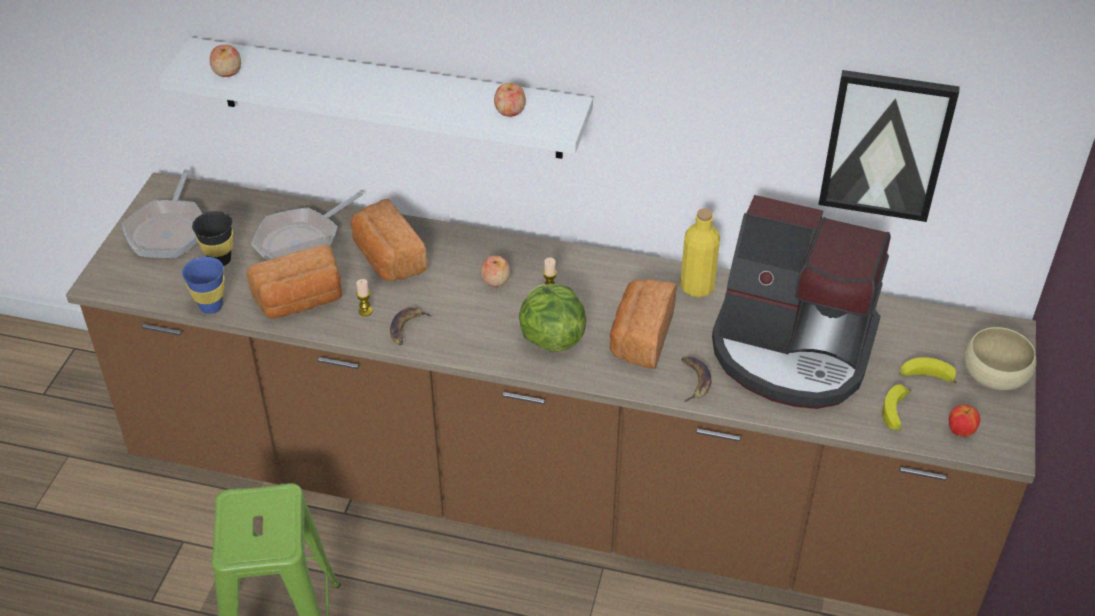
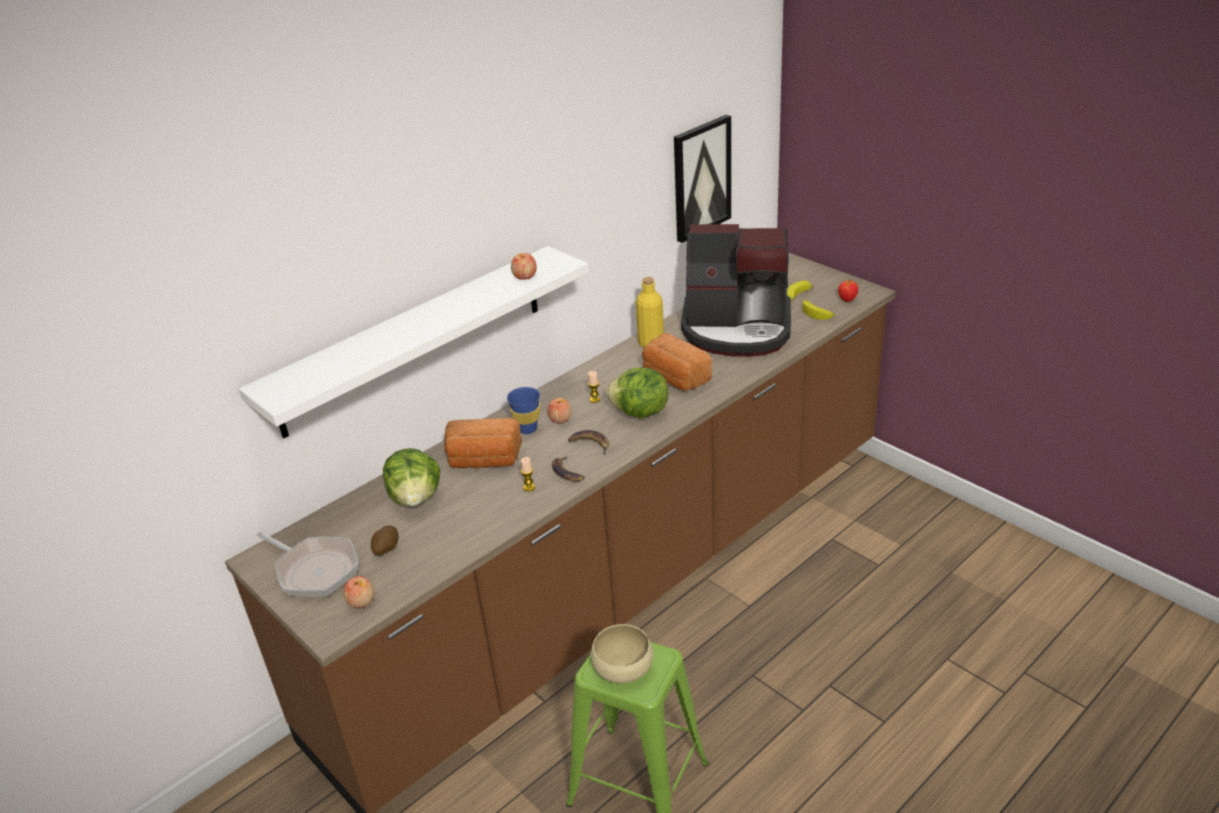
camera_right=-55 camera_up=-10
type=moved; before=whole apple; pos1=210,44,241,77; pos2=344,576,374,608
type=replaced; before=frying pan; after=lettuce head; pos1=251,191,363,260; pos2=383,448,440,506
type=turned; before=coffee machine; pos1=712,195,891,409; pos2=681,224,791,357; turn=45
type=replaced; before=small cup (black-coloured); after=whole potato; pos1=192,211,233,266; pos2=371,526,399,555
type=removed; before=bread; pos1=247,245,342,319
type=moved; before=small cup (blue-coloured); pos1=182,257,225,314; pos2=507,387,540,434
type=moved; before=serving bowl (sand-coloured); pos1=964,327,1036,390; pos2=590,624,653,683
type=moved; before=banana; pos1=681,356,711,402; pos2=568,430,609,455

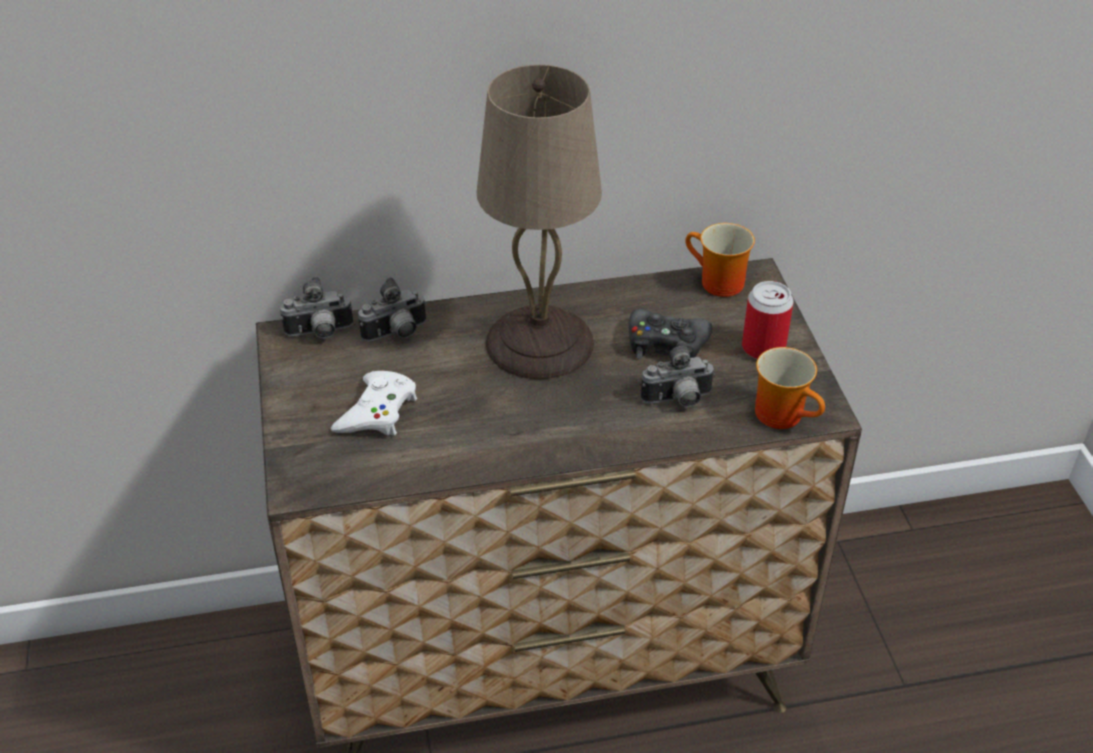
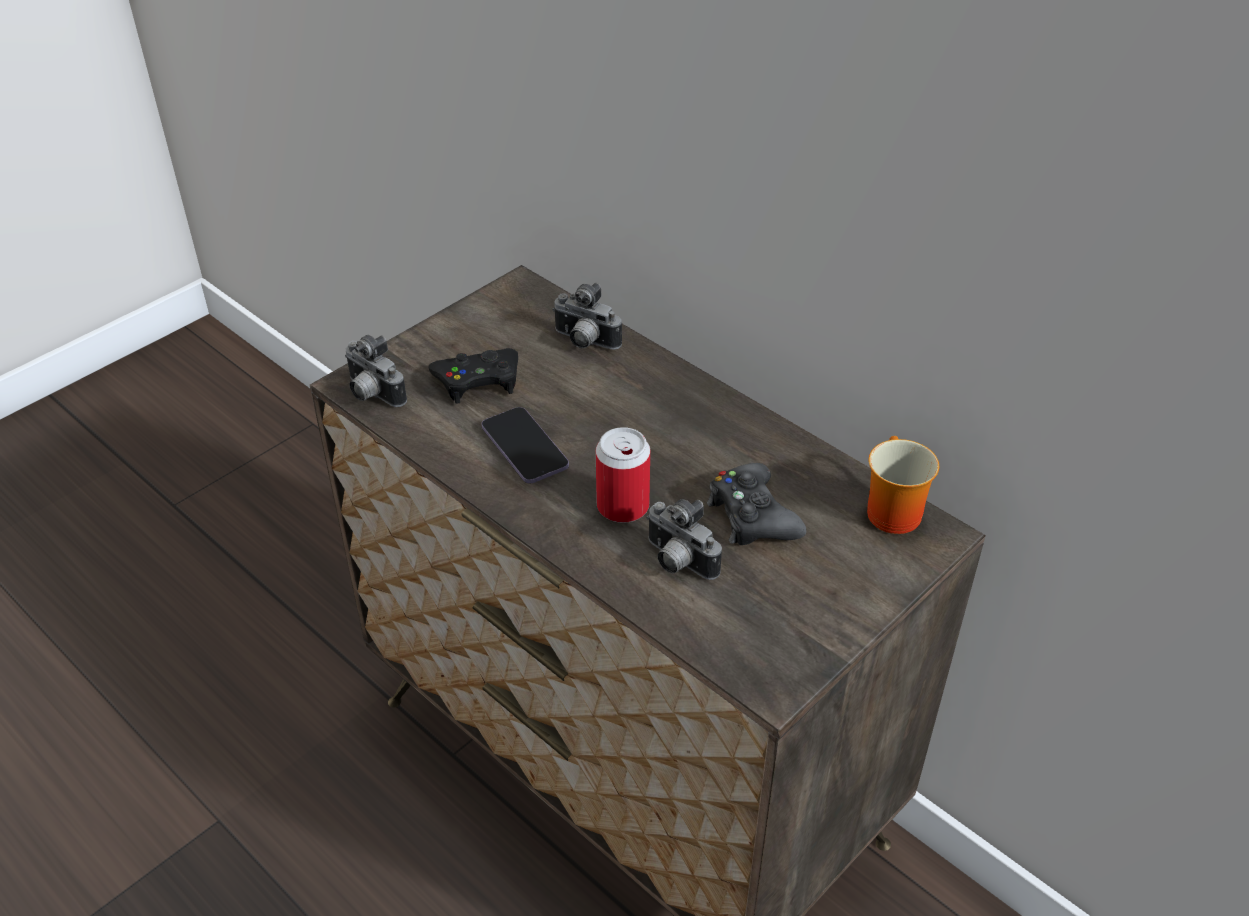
camera_right=55 camera_up=0
type=removed; before=table lamp (sand-coloured); pos1=477,65,602,379
type=moved; before=still camera; pos1=280,276,353,338; pos2=345,335,407,407
type=moved; before=metal can; pos1=742,281,794,359; pos2=596,427,650,523
type=removed; before=tea mug; pos1=755,347,825,429
type=recoloured; before=game controller (white-coloured); after=game controller (black-coloured); pos1=331,371,417,436; pos2=428,348,518,404
type=added; after=telephone; pos2=482,407,569,484

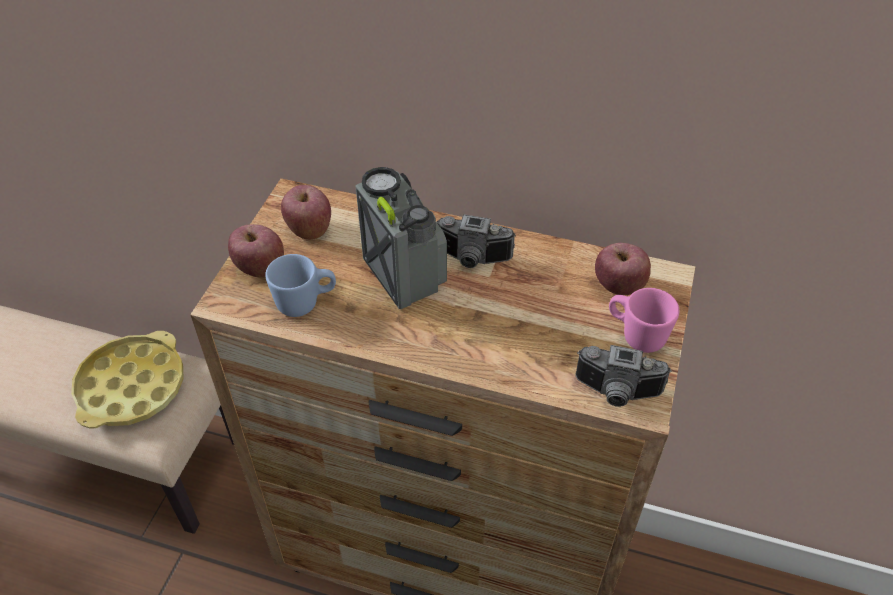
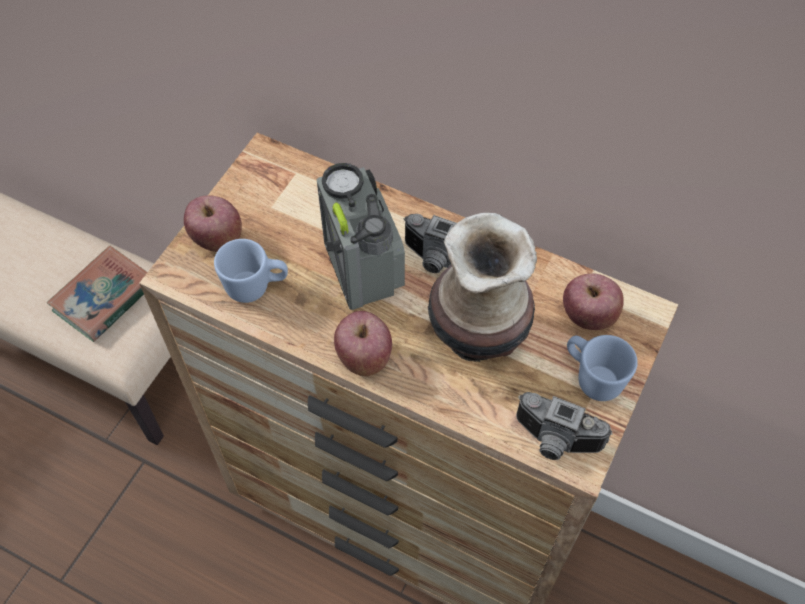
camera_right=10 camera_up=10
type=moved; before=whole apple; pos1=281,185,331,240; pos2=334,311,392,376
type=recoloured; before=tea mug (pinkish); after=tea mug (blue-coloured); pos1=609,288,679,353; pos2=567,335,638,401
type=replaced; before=tray (yellowish); after=book; pos1=71,331,184,429; pos2=47,245,147,342
type=added; after=decorative vase; pos2=428,213,537,362

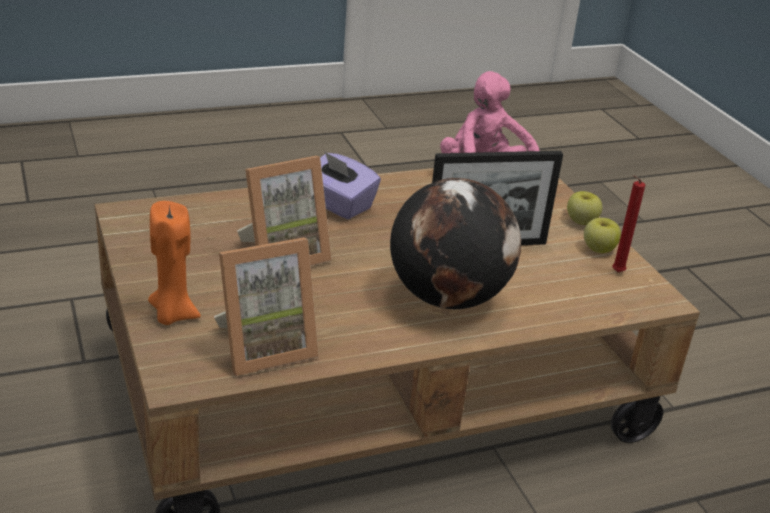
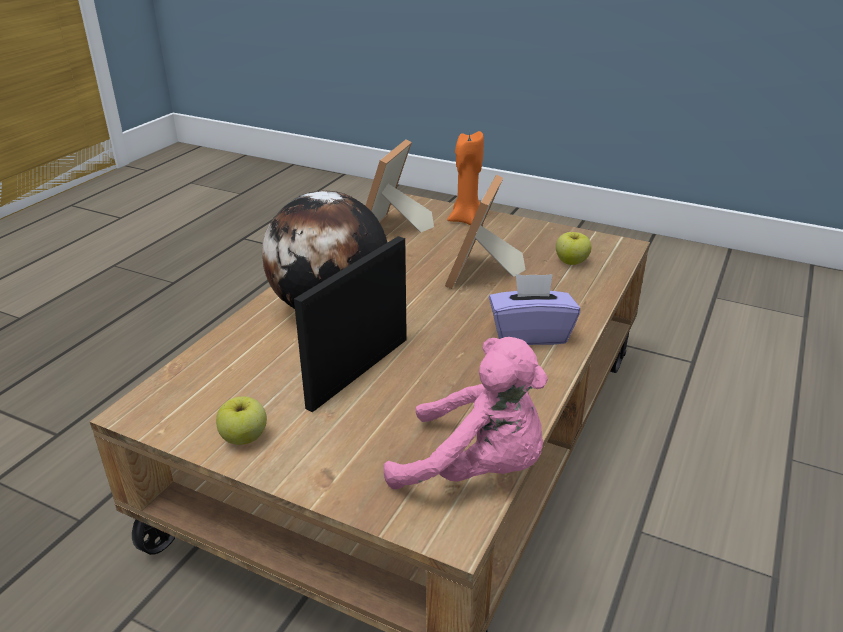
camera_right=140 camera_up=0
type=removed; before=candle (red); pos1=612,175,645,272
type=moved; before=whole apple; pos1=567,191,602,225; pos2=556,232,591,265

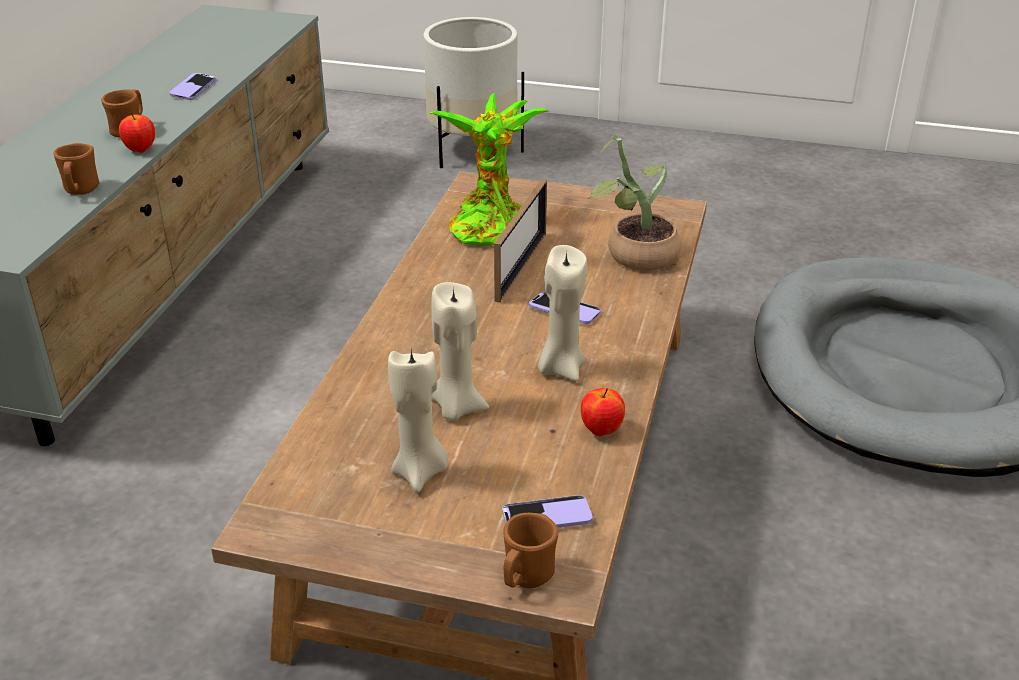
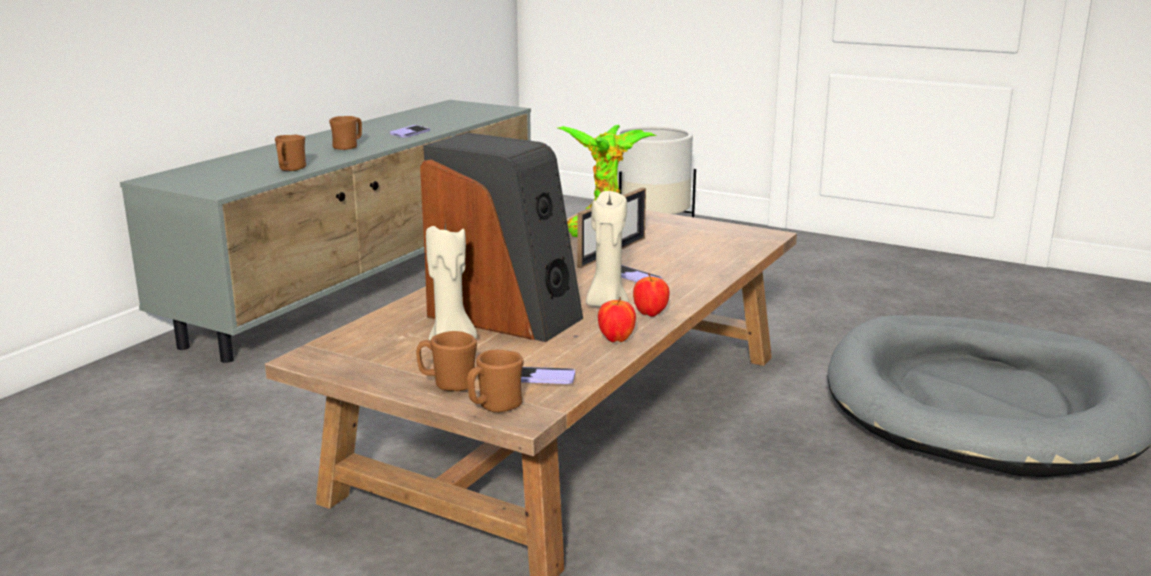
camera_right=15 camera_up=-15
type=moved; before=whole apple; pos1=119,113,155,153; pos2=633,273,670,317
type=removed; before=houseplant; pos1=589,135,681,271
type=replaced; before=candle (sand-coloured); after=loudspeaker; pos1=431,282,489,421; pos2=420,133,583,342
type=added; after=tea mug (brownish); pos2=416,331,477,391

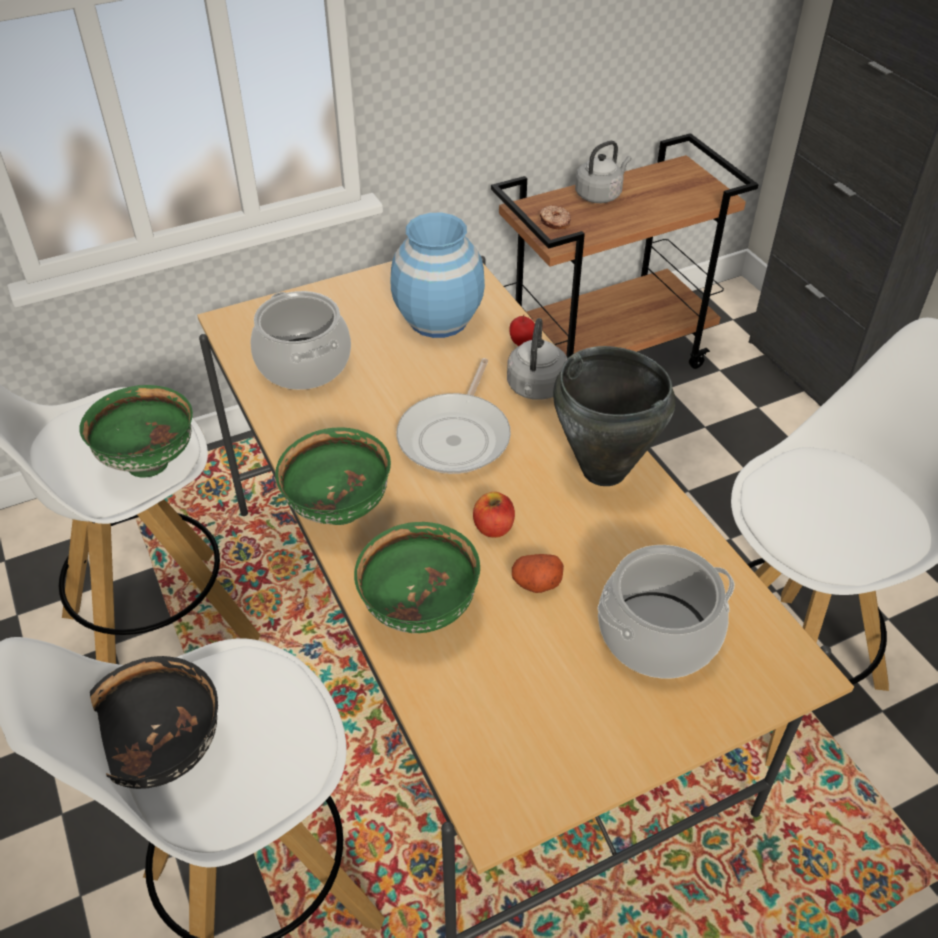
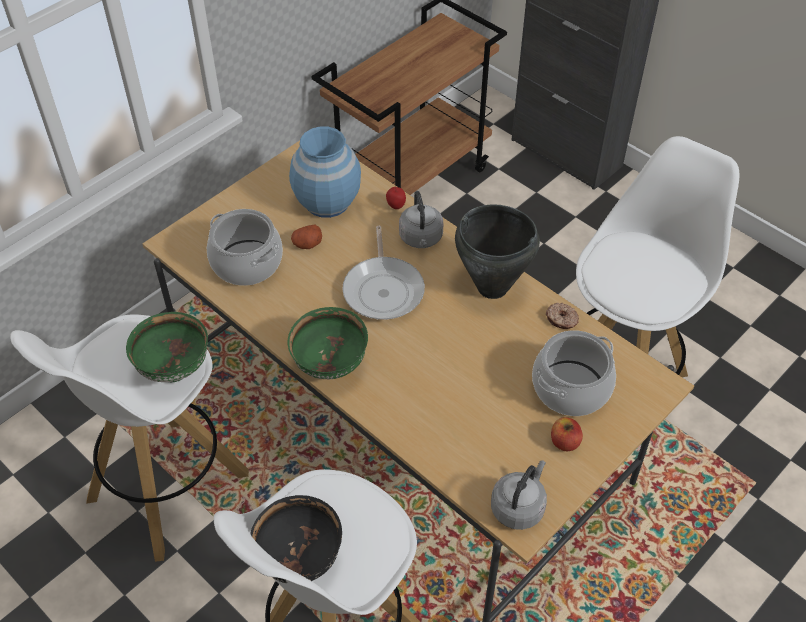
camera_right=-20 camera_up=5
type=moved; before=kettle (grey); pos1=575,141,632,203; pos2=491,460,547,530
type=moved; before=ring doughnut; pos1=539,205,571,230; pos2=546,303,579,329
type=moved; before=whole apple; pos1=473,492,515,538; pos2=551,417,583,451
type=removed; before=serving bowl (green); pos1=354,522,480,633
type=moved; before=whole potato; pos1=512,554,564,593; pos2=291,225,322,249

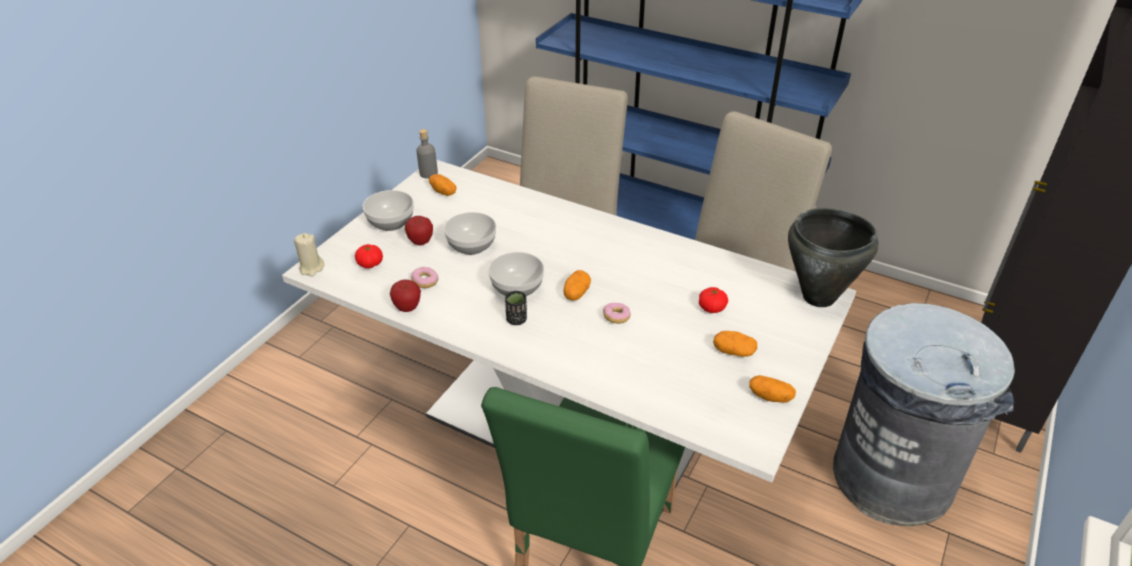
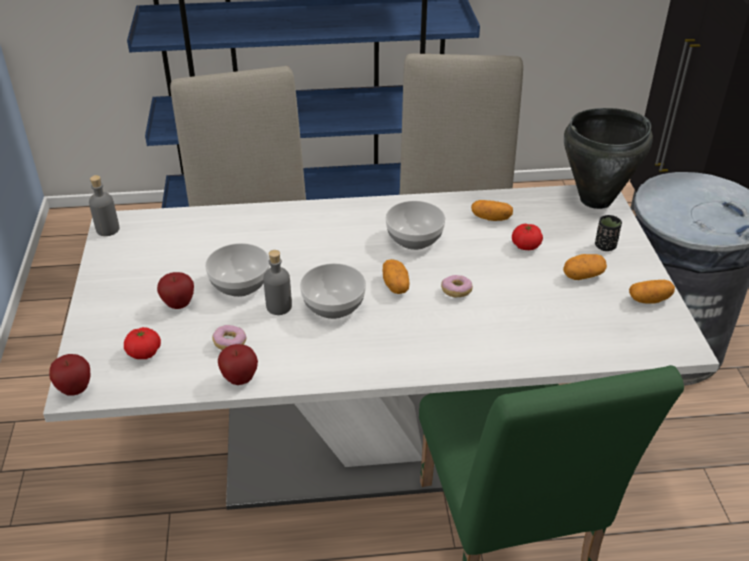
camera_right=-35 camera_up=0
type=moved; before=whole potato; pos1=429,174,456,196; pos2=471,200,513,221
type=moved; before=serving bowl; pos1=363,190,414,231; pos2=386,201,445,250
type=replaced; before=candle (sand-coloured); after=whole apple; pos1=294,233,324,276; pos2=49,354,90,396
type=moved; before=small cup (black-coloured); pos1=505,291,527,325; pos2=595,215,622,251
type=added; after=bottle (grey); pos2=263,250,292,315

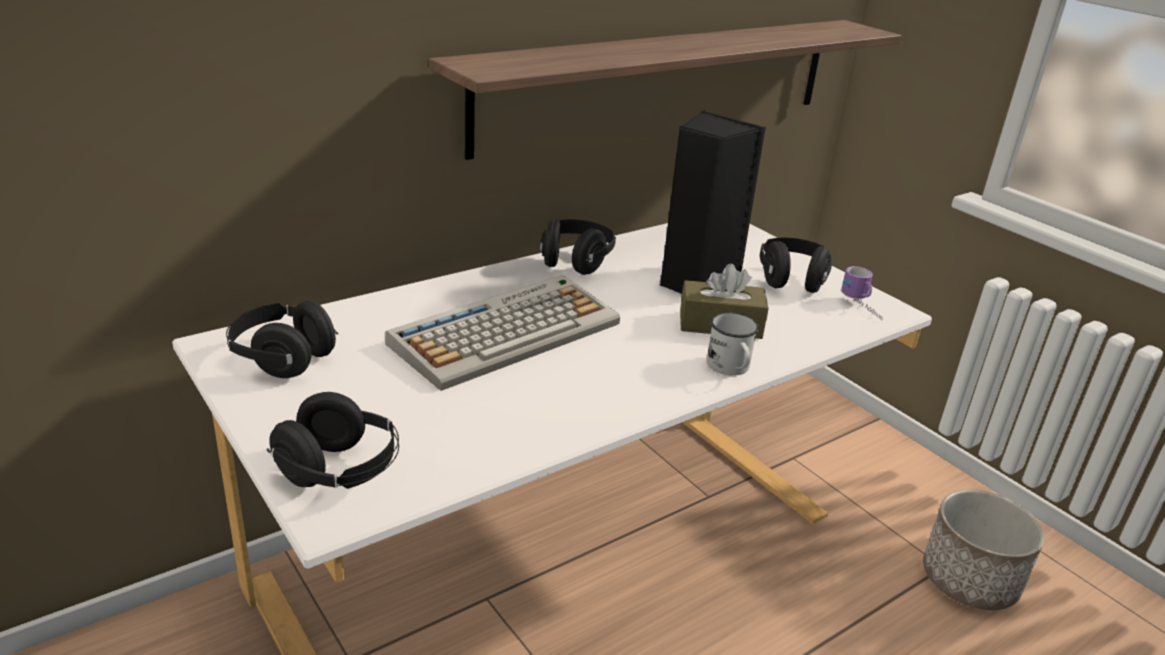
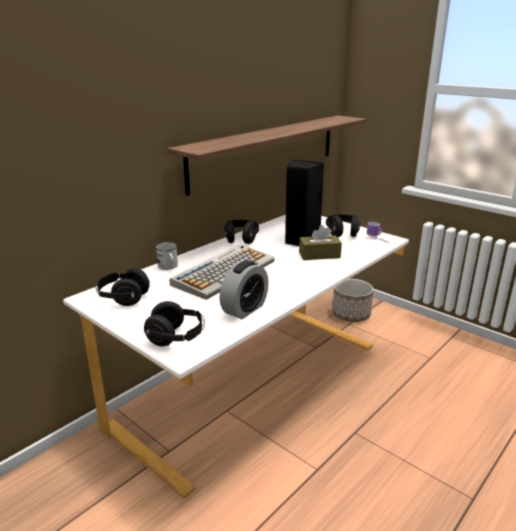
camera_right=-10 camera_up=-5
type=moved; before=tea mug (white-coloured); pos1=707,312,759,376; pos2=155,242,178,270
type=moved; before=plant pot; pos1=923,489,1045,610; pos2=332,279,374,322
type=added; after=bedside clock; pos2=219,260,269,319

